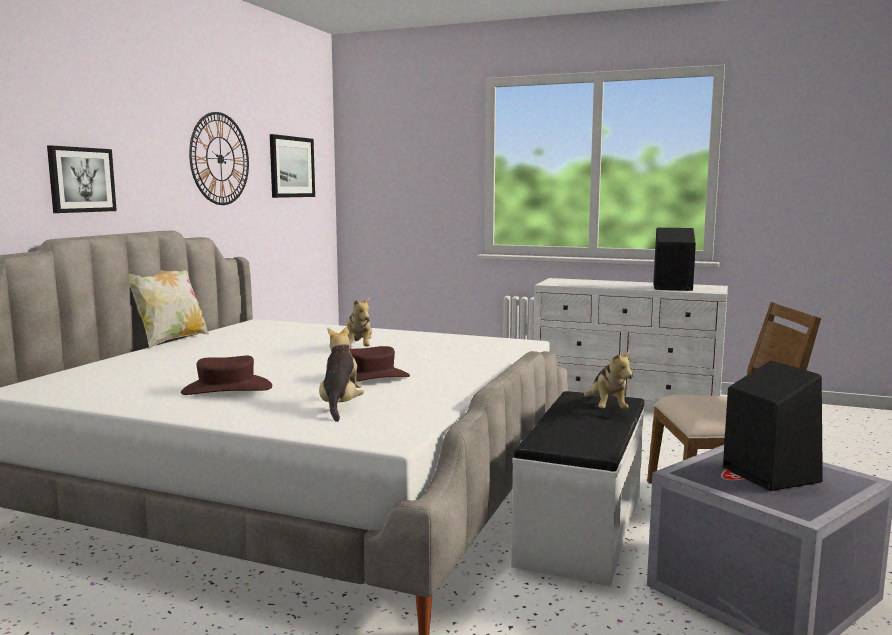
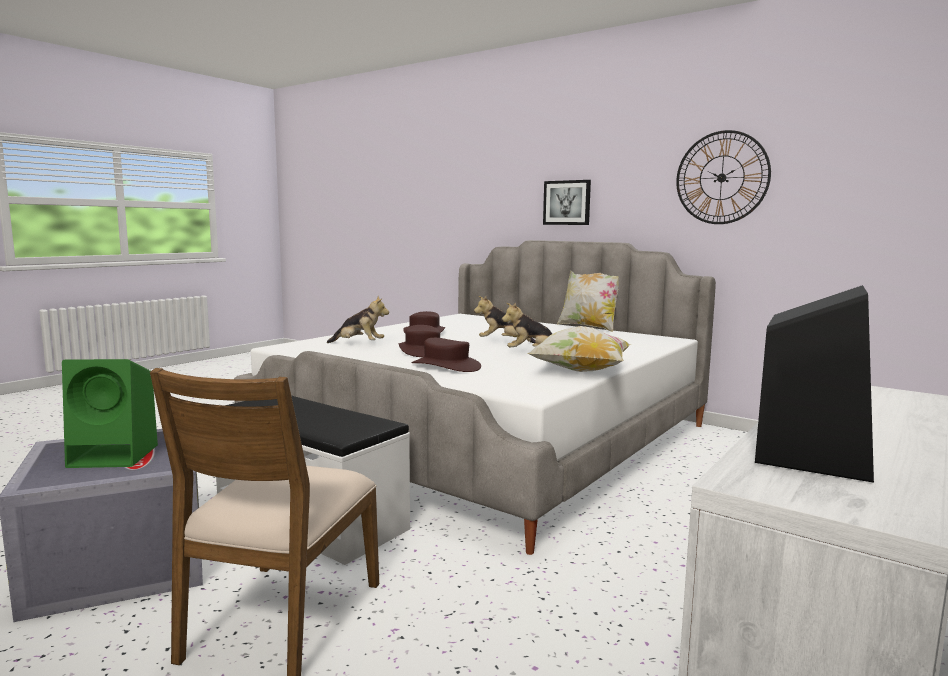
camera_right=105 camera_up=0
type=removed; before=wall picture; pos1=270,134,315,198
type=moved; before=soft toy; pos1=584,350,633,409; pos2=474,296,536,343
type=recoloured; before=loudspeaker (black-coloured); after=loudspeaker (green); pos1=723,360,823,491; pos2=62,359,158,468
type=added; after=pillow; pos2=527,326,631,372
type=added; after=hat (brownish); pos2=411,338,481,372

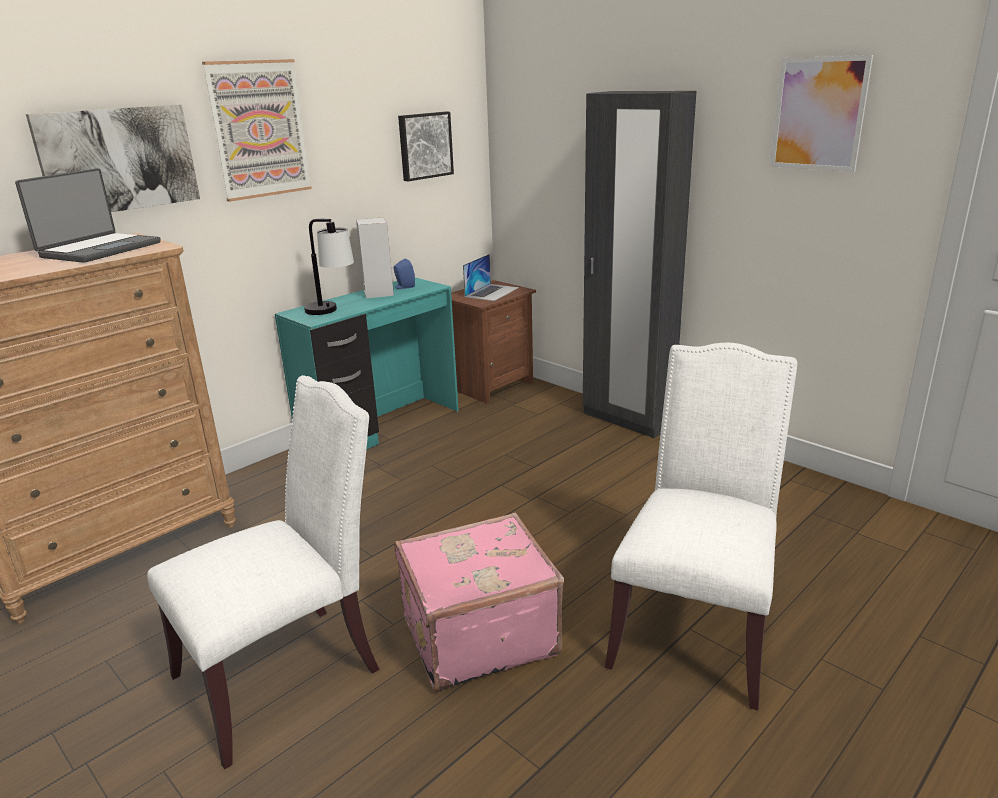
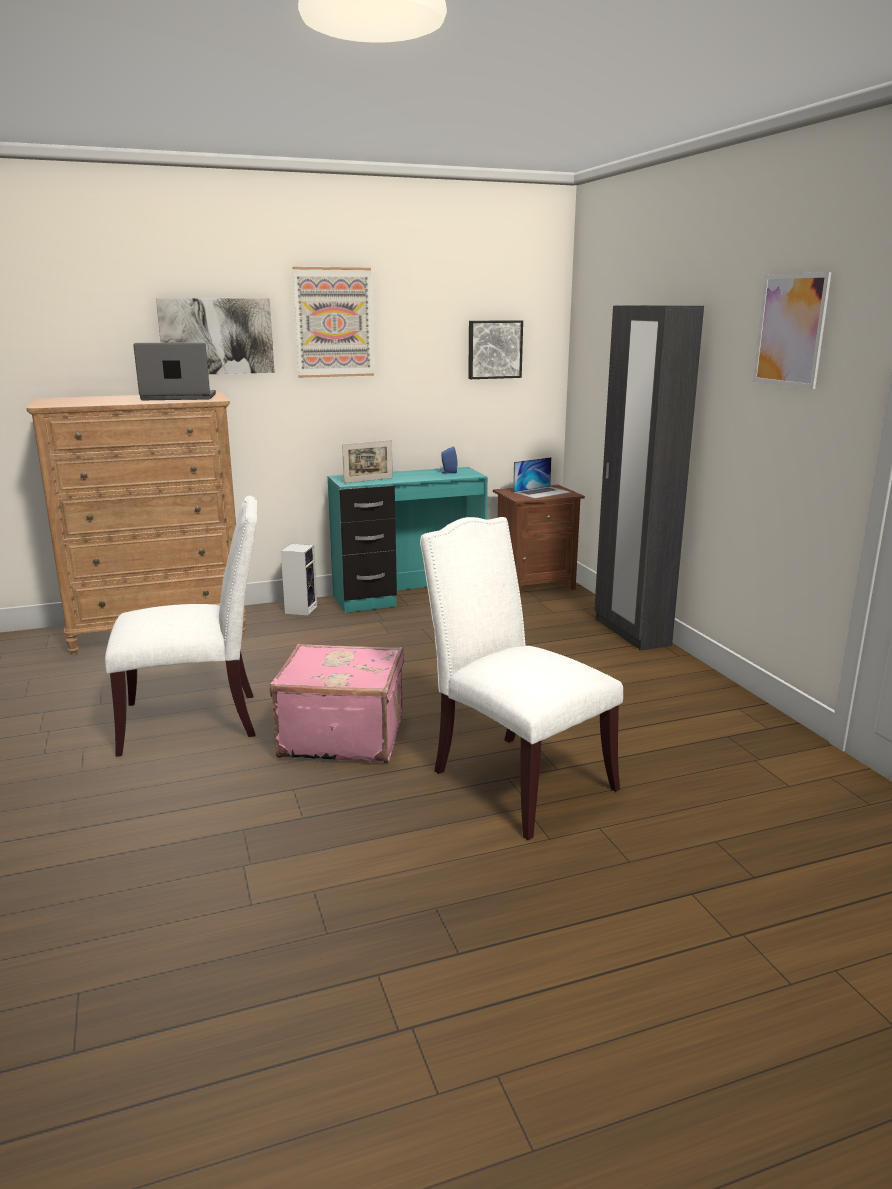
camera_right=25 camera_up=-5
type=turned; before=portable computer; pos1=15,168,161,263; pos2=133,342,216,400; turn=-150
type=moved; before=loudspeaker; pos1=356,217,394,299; pos2=281,544,317,615
type=replaced; before=table lamp; after=standing frame; pos1=304,219,354,315; pos2=342,440,393,483
type=turned; before=upright chair (white-coloured); pos1=605,343,797,710; pos2=420,517,623,840; turn=-90

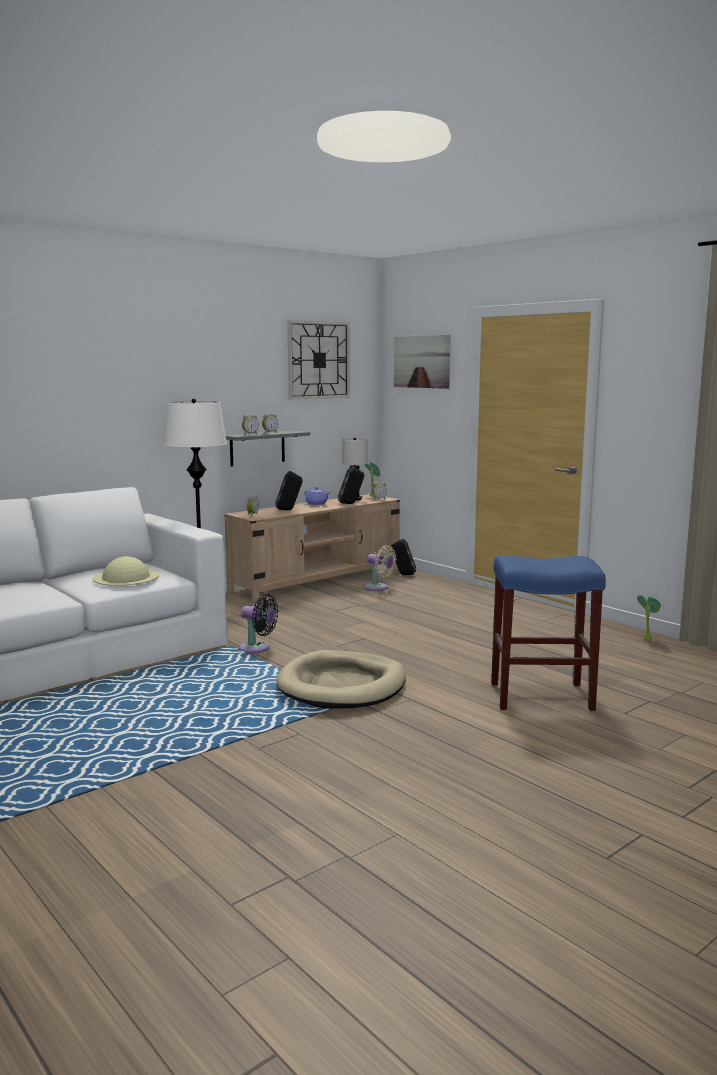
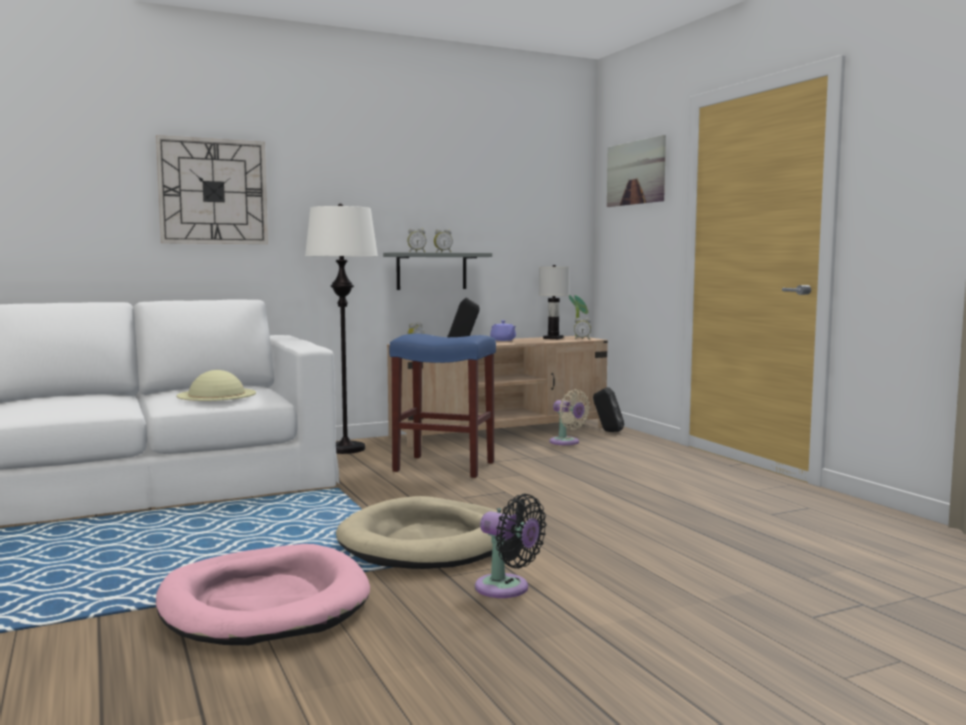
camera_right=15 camera_up=-5
type=moved; before=clock on the wall; pos1=287,320,350,400; pos2=156,135,268,244
type=removed; before=loudspeaker (black-coloured); pos1=338,466,364,504
type=moved; before=stool seat (blue-coloured); pos1=491,556,606,711; pos2=389,333,496,478
type=moved; before=fan (black-coloured); pos1=239,594,278,653; pos2=475,493,546,598
type=removed; before=houseplant; pos1=637,595,661,641
type=added; after=dog bed (pinkish); pos2=156,544,370,645

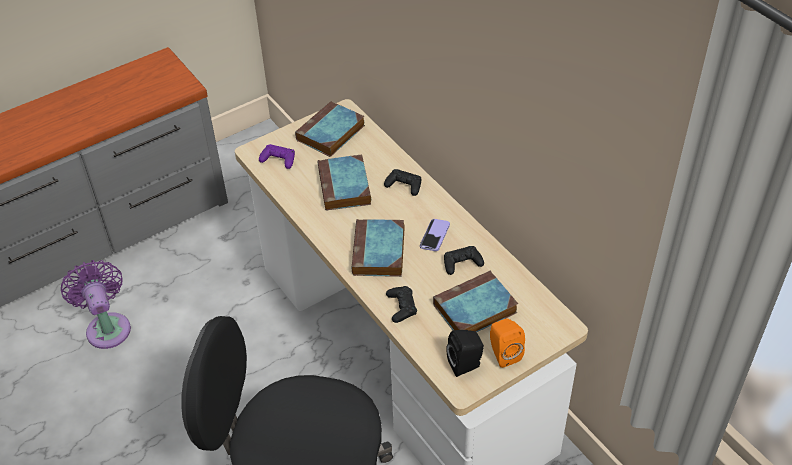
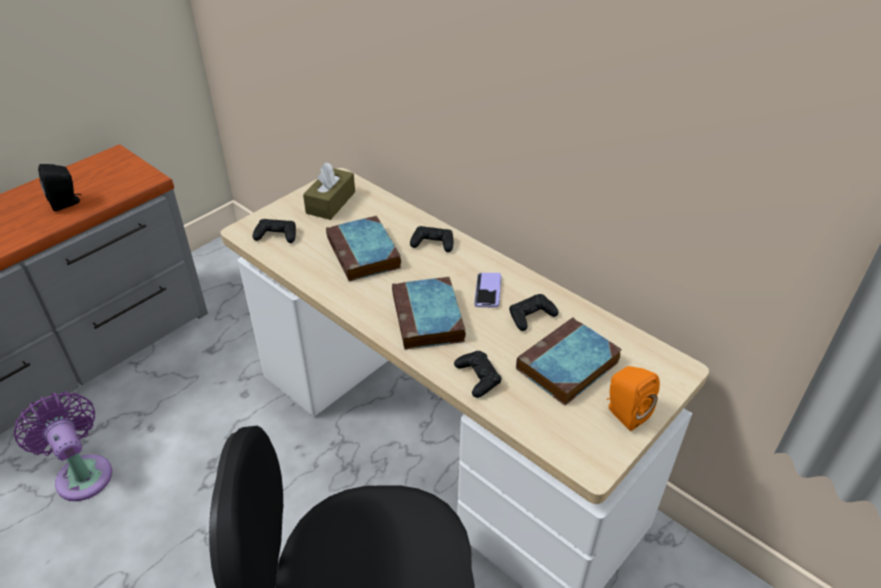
camera_right=-15 camera_up=-5
type=replaced; before=book; after=tissue holder (brownish); pos1=295,101,365,157; pos2=303,163,355,220
type=recoloured; before=game controller (purple-coloured); after=game controller (black-coloured); pos1=259,144,295,169; pos2=253,219,296,243
type=moved; before=loudspeaker (black-coloured); pos1=447,330,484,377; pos2=38,164,81,211

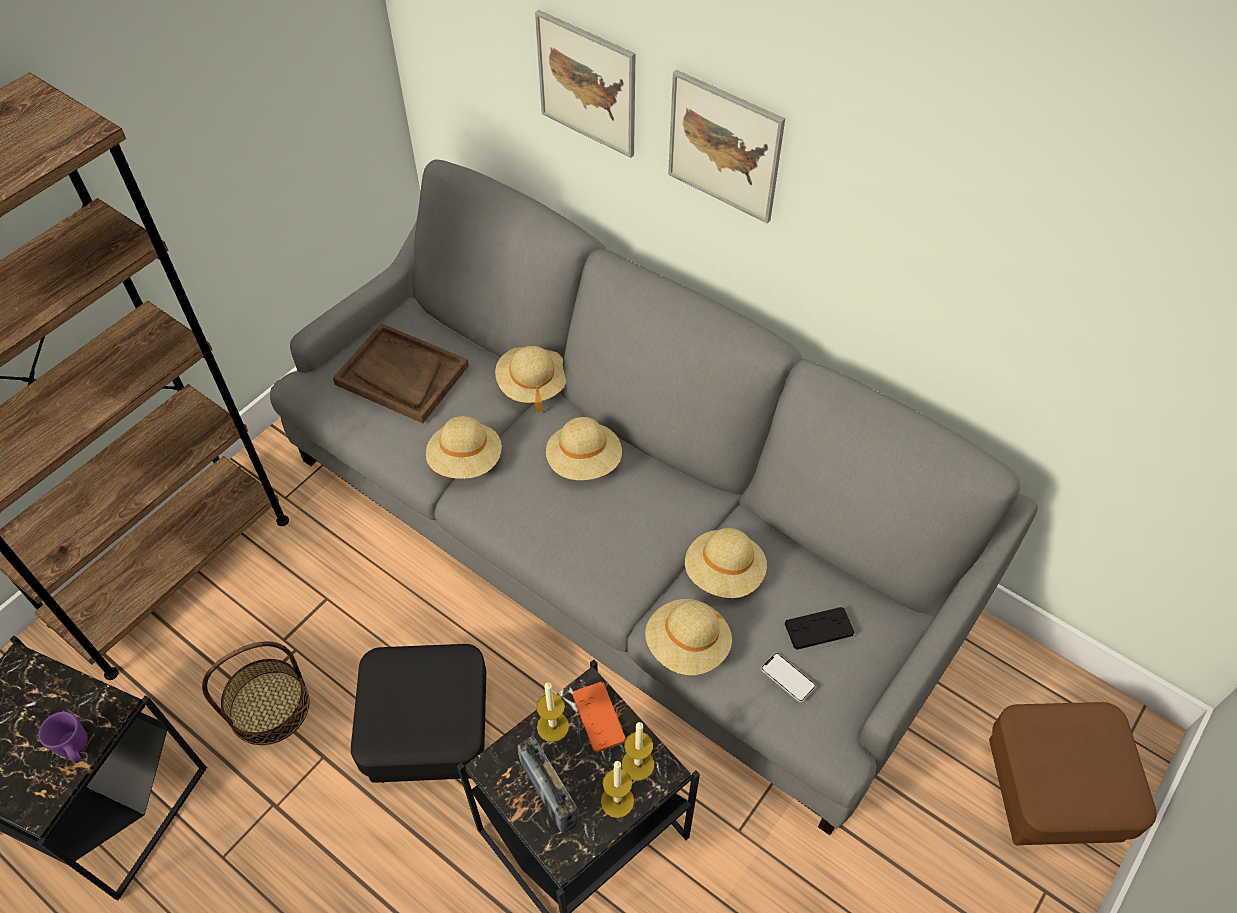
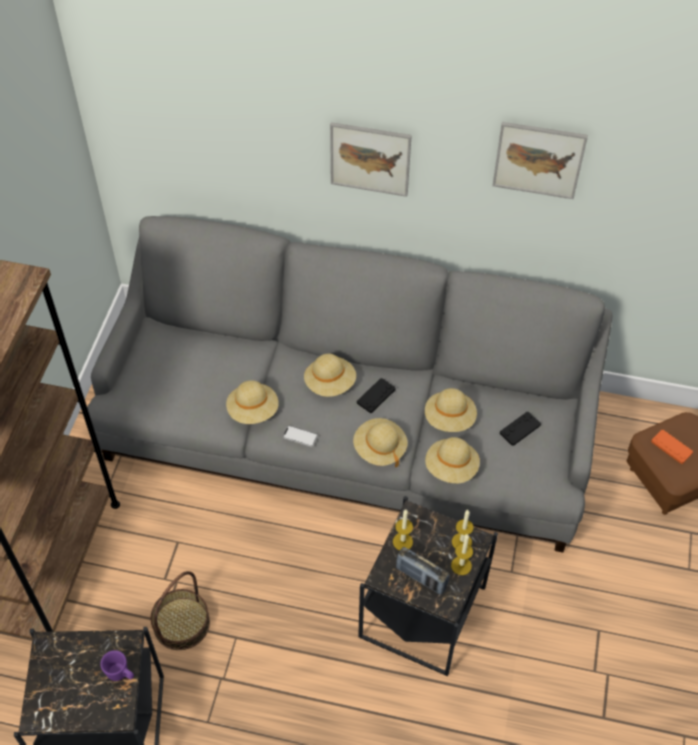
camera_right=-25 camera_up=0
type=moved; before=wall picture; pos1=535,10,636,158; pos2=492,122,588,199
type=removed; before=tray (brownish); pos1=333,323,469,423
type=moved; before=hat (sand-coloured); pos1=495,346,566,412; pos2=353,418,408,467
type=removed; before=footrest (black-coloured); pos1=351,644,486,783
type=moved; before=telephone; pos1=761,653,816,702; pos2=283,425,318,447
type=moved; before=game controller (orangey); pos1=572,682,626,753; pos2=651,430,693,464
type=added; after=game controller (black-coloured); pos2=357,378,396,413

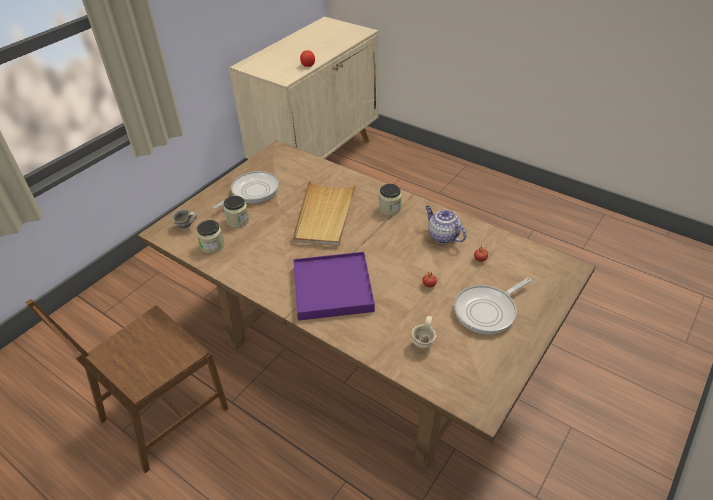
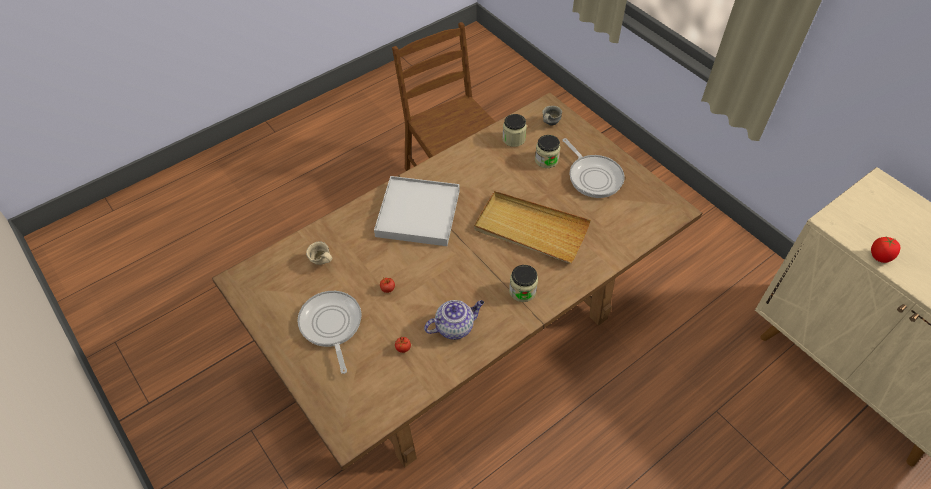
camera_right=105 camera_up=10
type=recoloured; before=tray (purple-coloured); after=tray (white-coloured); pos1=293,252,375,321; pos2=374,176,460,246

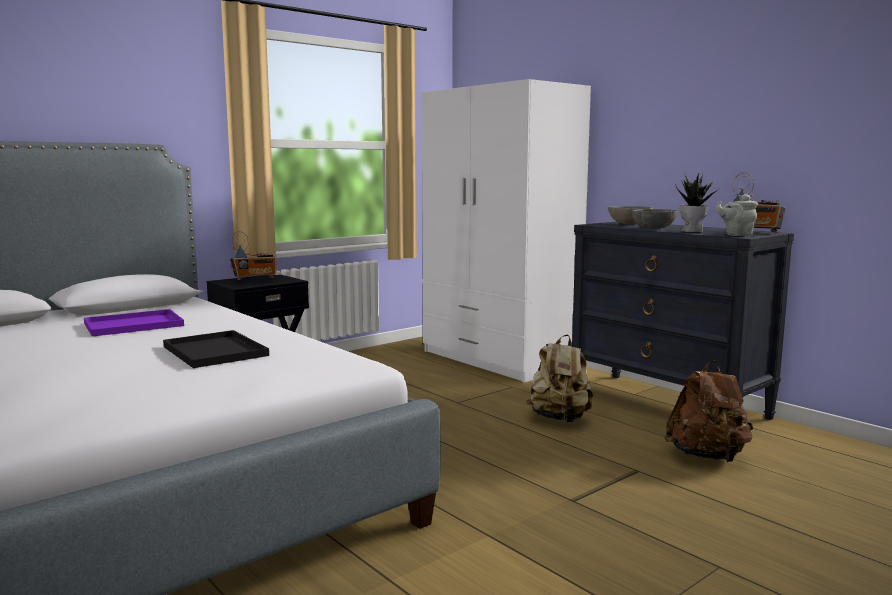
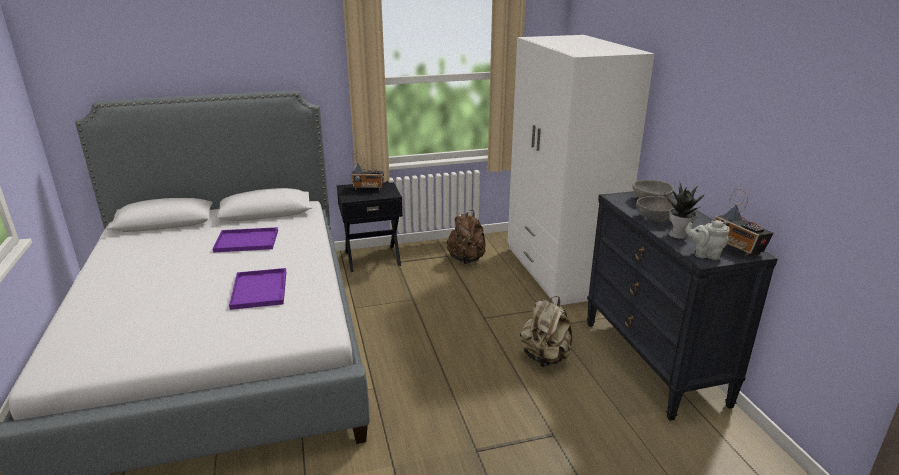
camera_right=25 camera_up=15
type=recoloured; before=tray (black-coloured); after=tray (purple-coloured); pos1=163,330,269,368; pos2=229,268,286,310
type=moved; before=rucksack (brownish); pos1=664,360,753,462; pos2=447,210,486,264

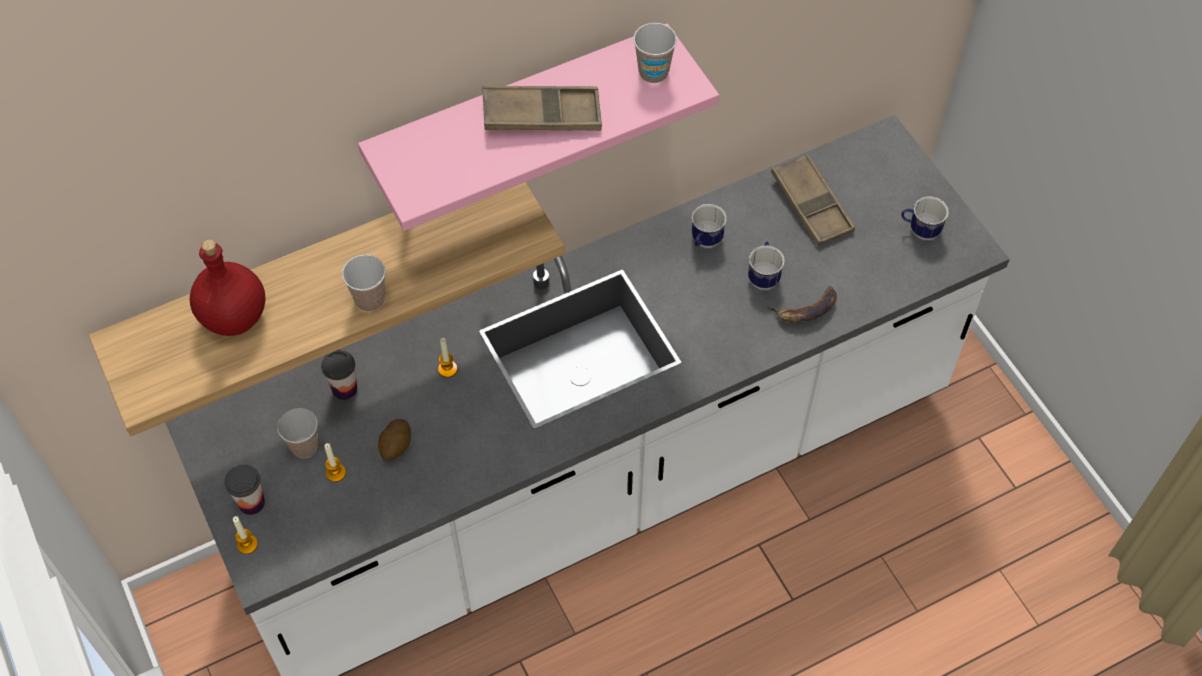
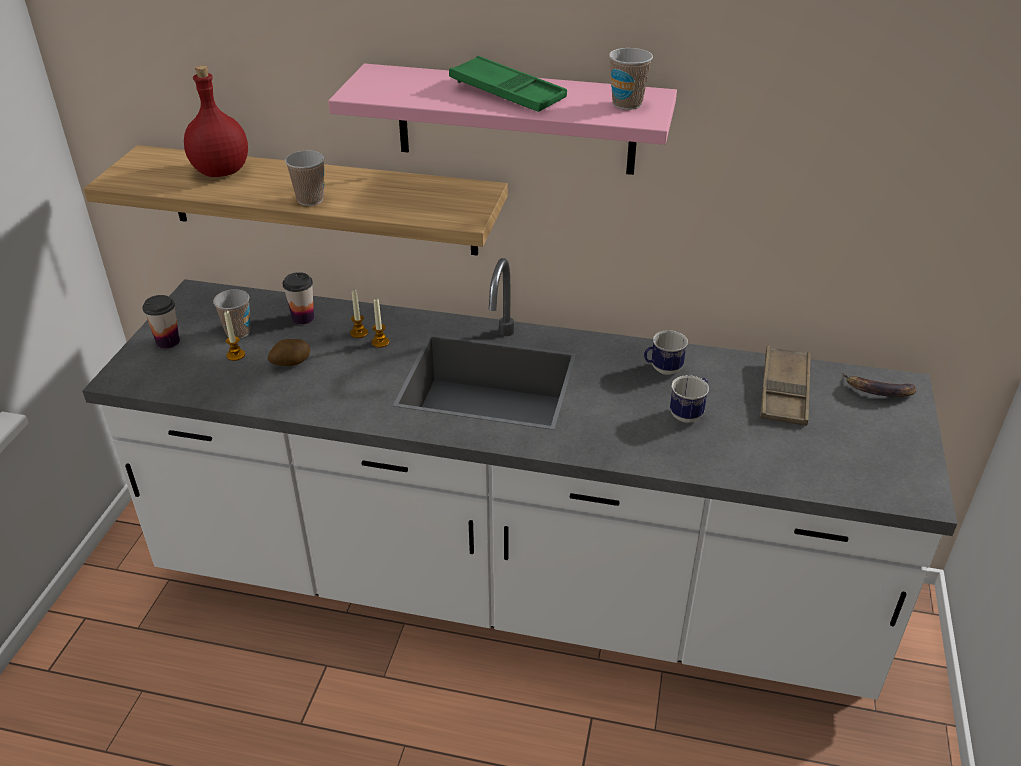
camera_right=40 camera_up=-20
type=recoloured; before=tray (brownish); after=tray (green); pos1=482,86,602,131; pos2=449,56,567,112
type=removed; before=tea mug; pos1=901,196,949,240
type=moved; before=banana; pos1=767,286,837,322; pos2=843,373,916,397
type=moved; before=candle; pos1=233,516,258,554; pos2=350,289,368,338

